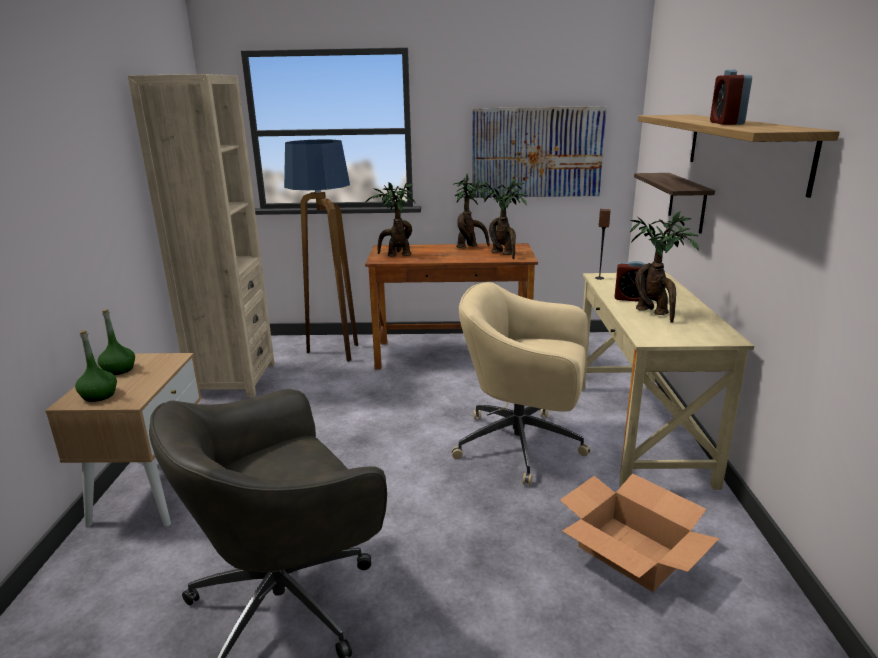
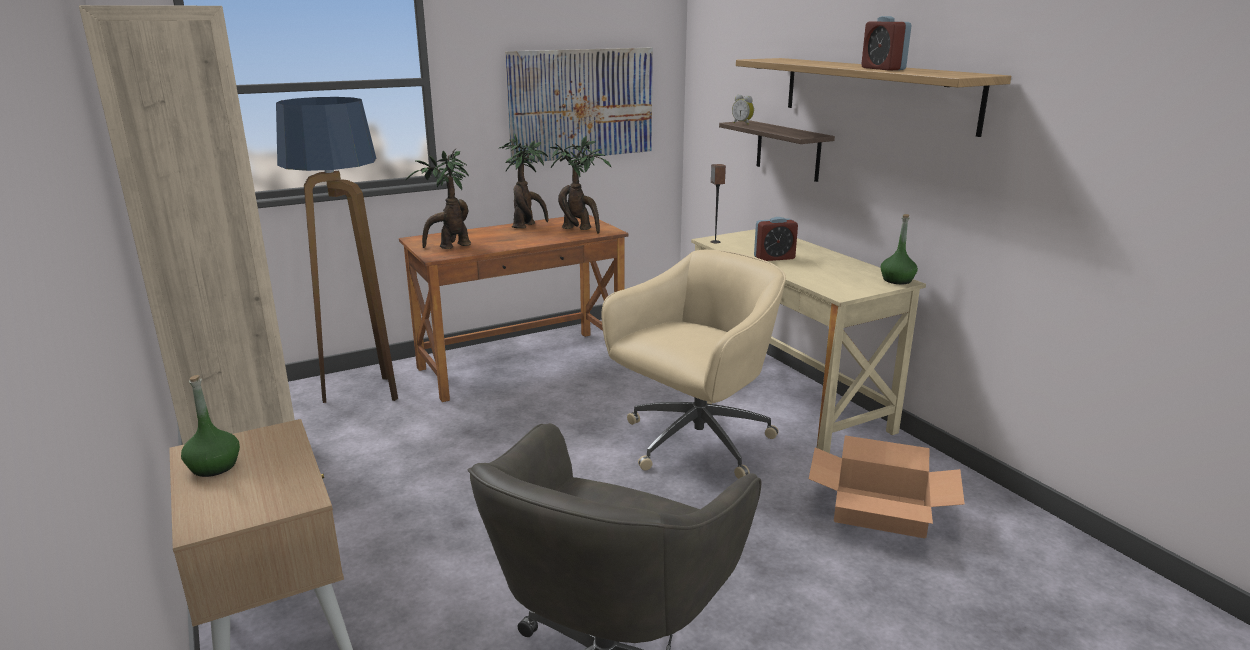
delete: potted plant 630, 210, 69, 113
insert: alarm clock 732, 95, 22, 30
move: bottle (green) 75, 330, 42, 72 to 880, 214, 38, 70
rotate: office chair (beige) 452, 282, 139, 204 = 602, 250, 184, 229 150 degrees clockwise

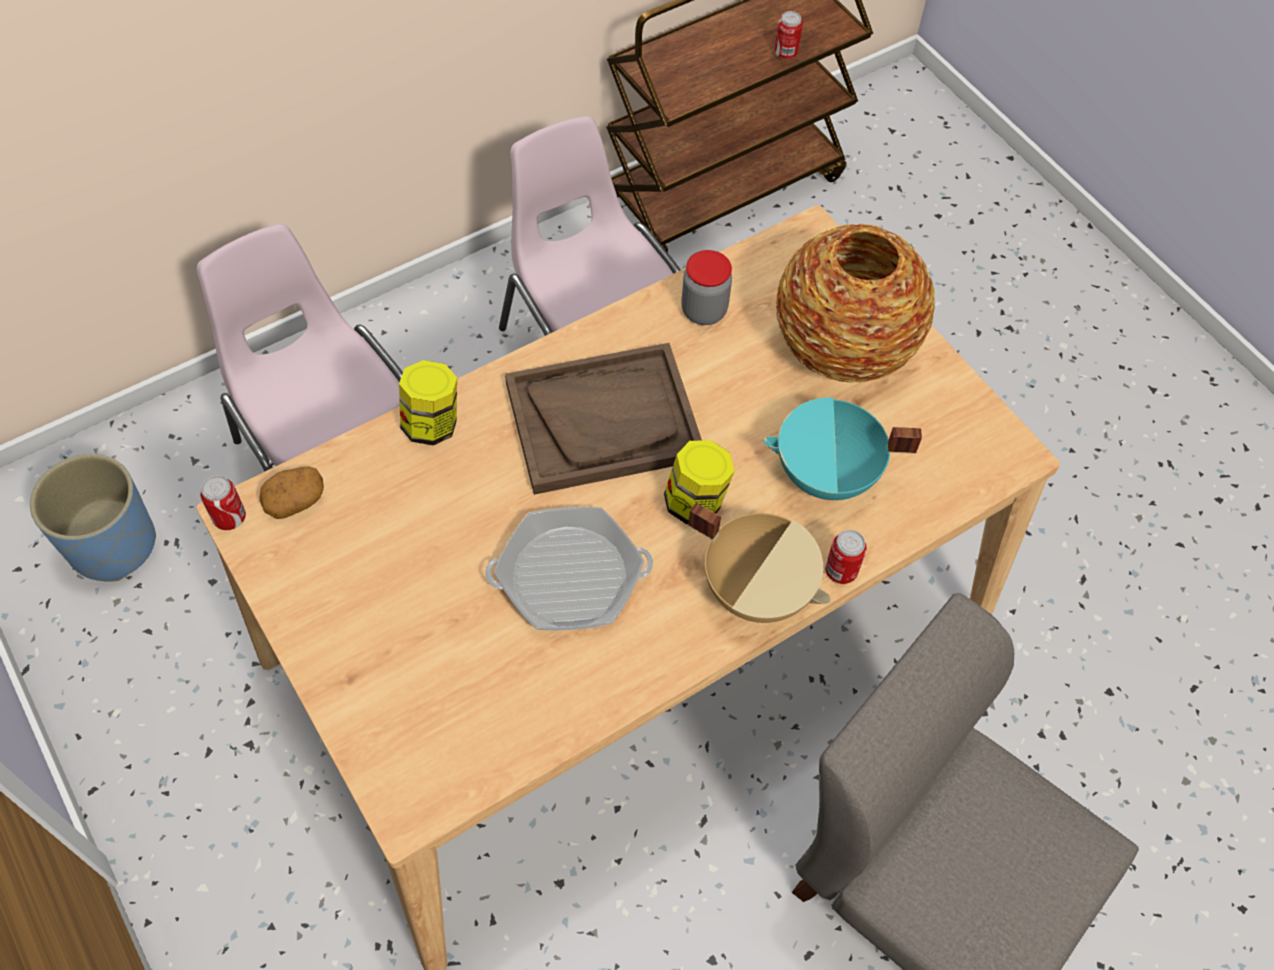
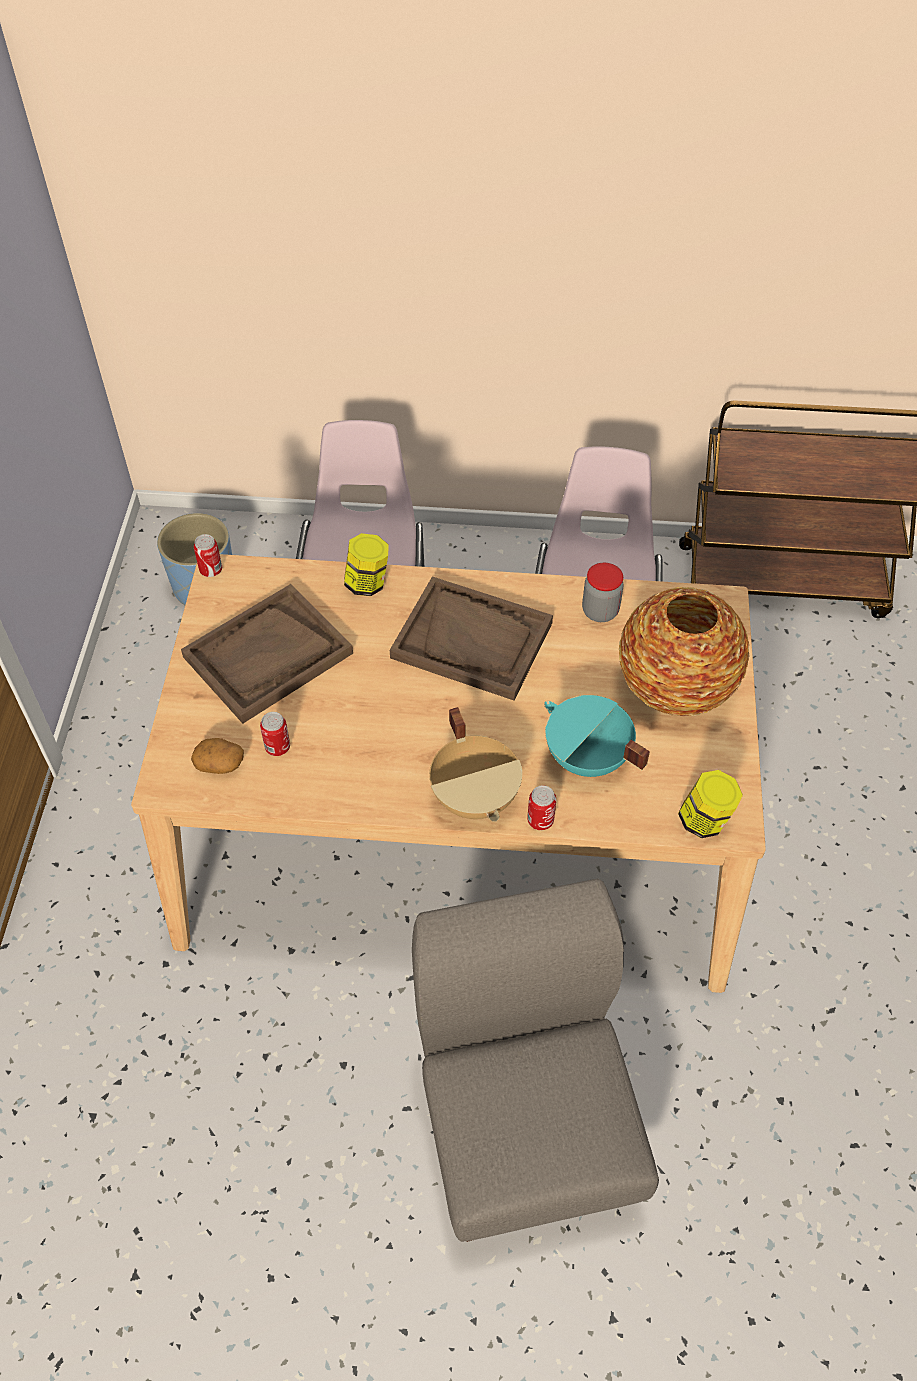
delete: frying pan 485, 507, 168, 124
insert: tray (brown) 181, 584, 172, 140
move: potato 259, 466, 65, 53 to 191, 738, 53, 36; jar 664, 440, 71, 84 to 678, 770, 65, 68; can 774, 11, 29, 49 to 260, 712, 30, 44

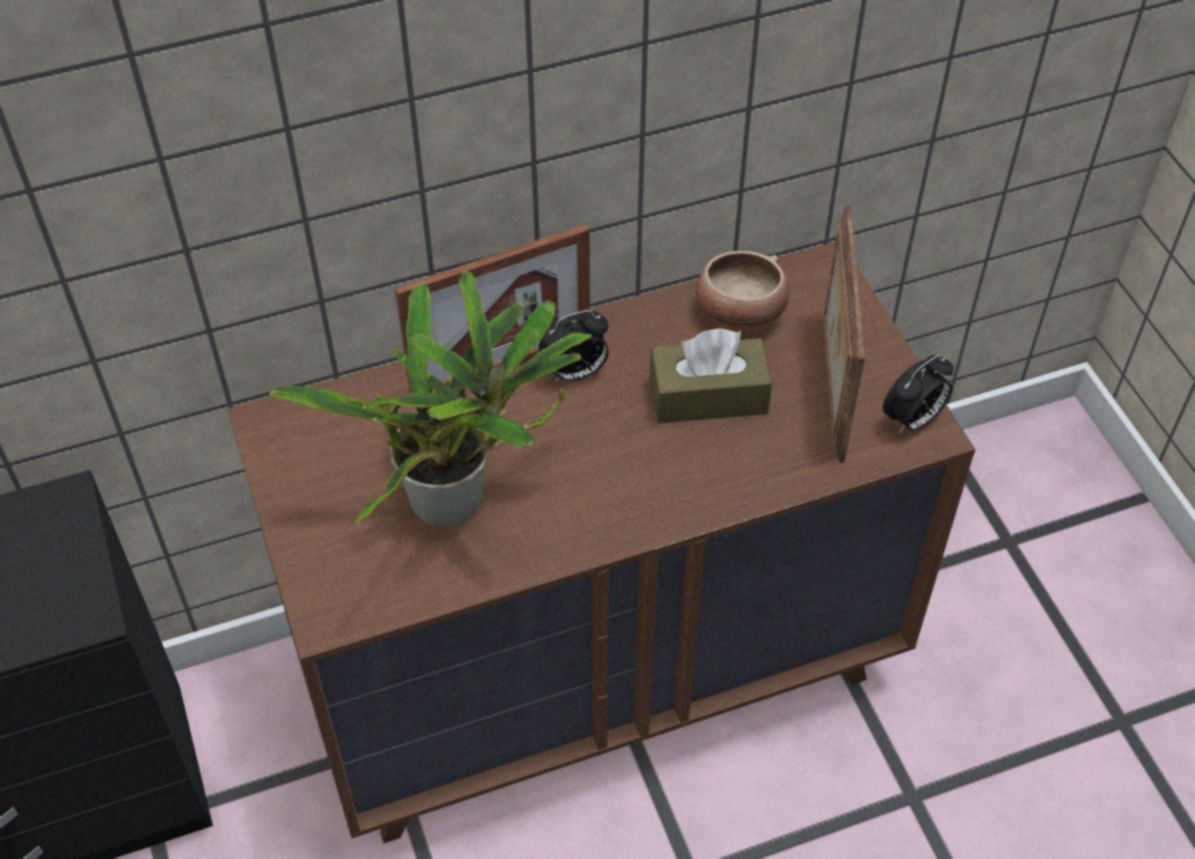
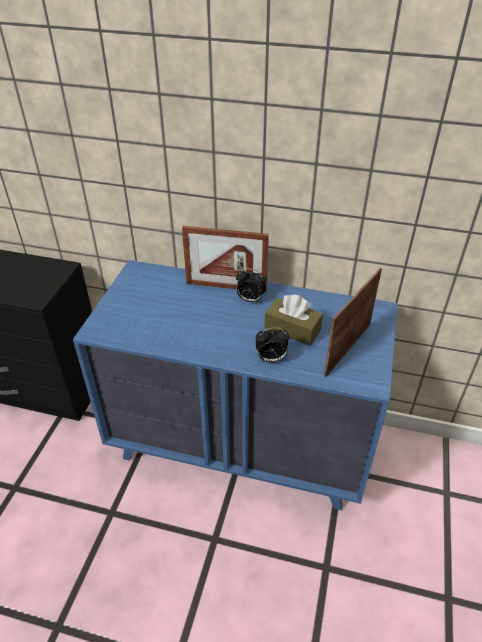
delete: potted plant 269, 271, 324, 257; bowl 696, 251, 93, 79
move: alarm clock 883, 355, 70, 79 to 255, 327, 35, 36
recolor: dresser (brown) 227, 242, 749, 601 to dresser (blue) 73, 260, 324, 250

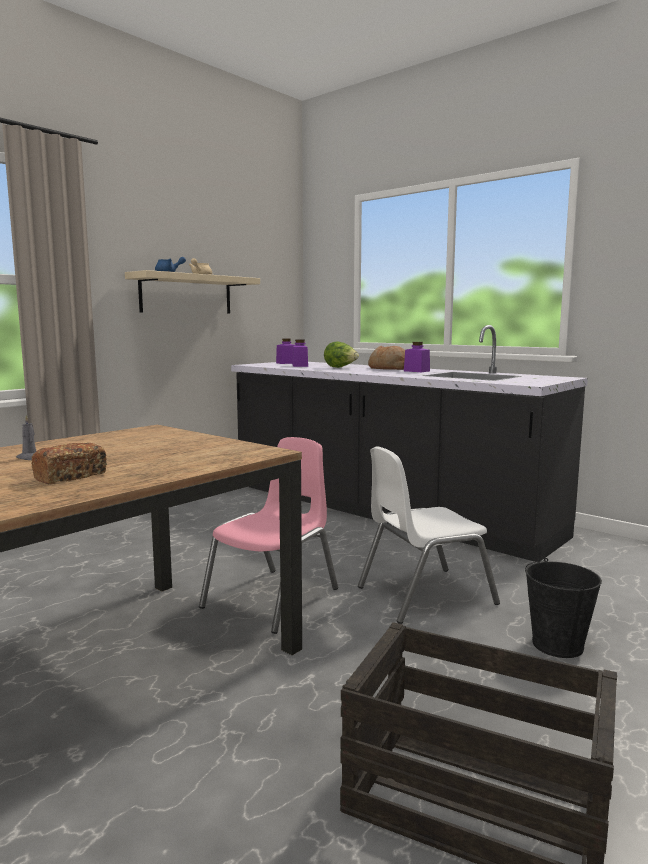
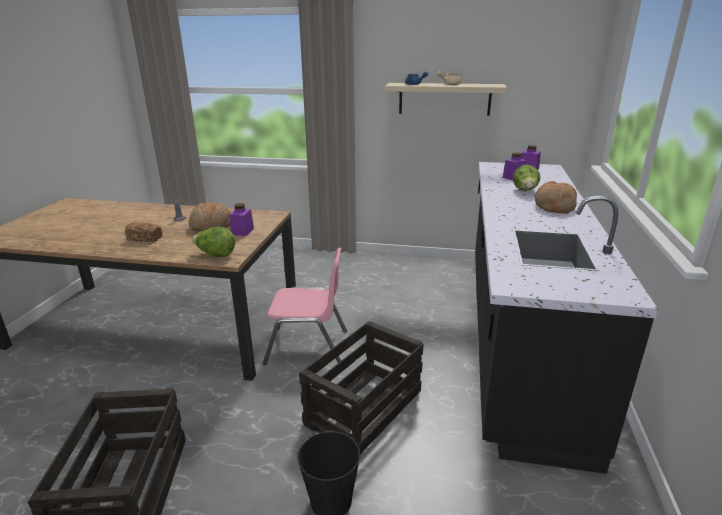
insert: bread 189, 203, 42, 28; lettuce 191, 226, 44, 31
move: jar (purple) 404, 342, 26, 30 to 229, 203, 25, 33
replace: chair (white) 358, 446, 142, 178 to crate 299, 321, 124, 133

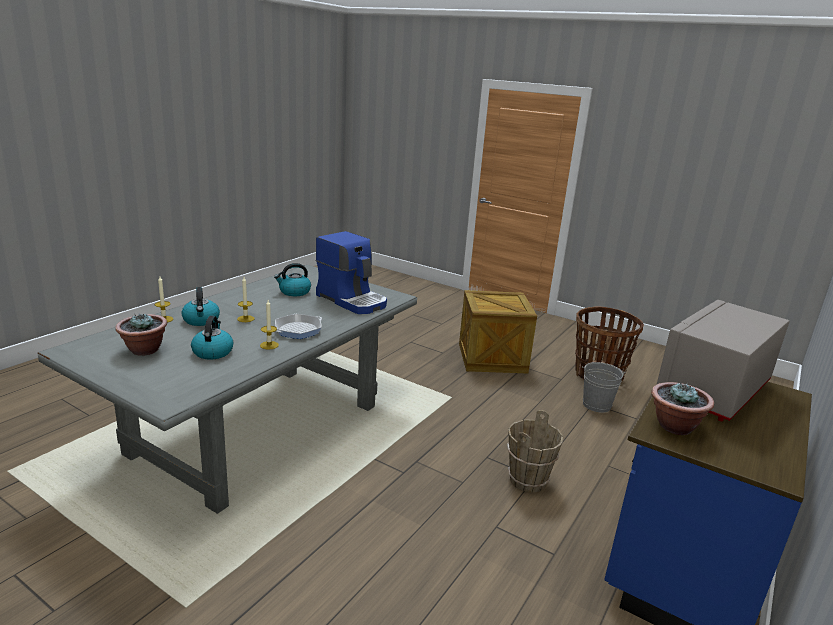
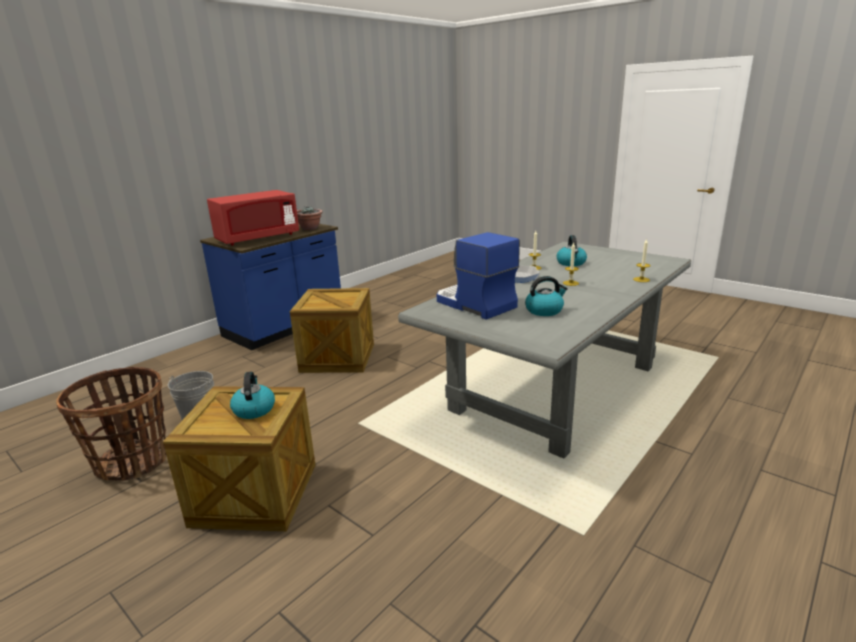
delete: potted plant 115, 313, 52, 43
move: kettle 181, 287, 39, 39 to 230, 372, 45, 47
replace: bucket (brown) 507, 410, 56, 83 to crate 290, 288, 84, 85
recolor: microwave (grey) 657, 300, 132, 121 to microwave (red) 207, 190, 92, 55

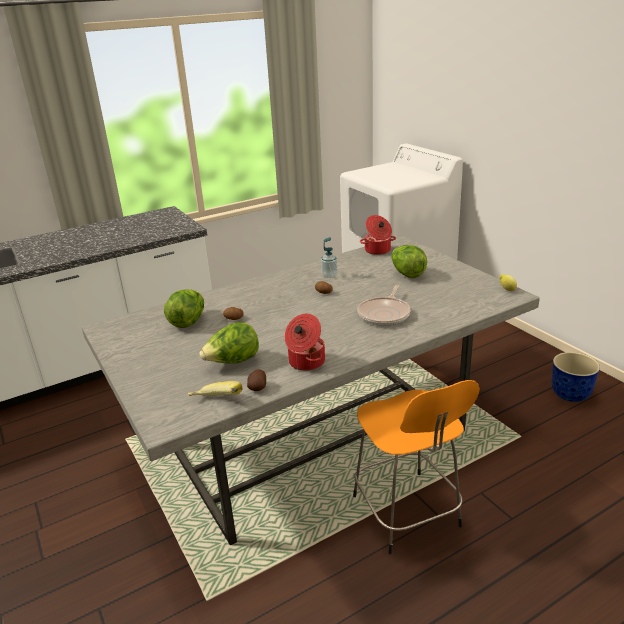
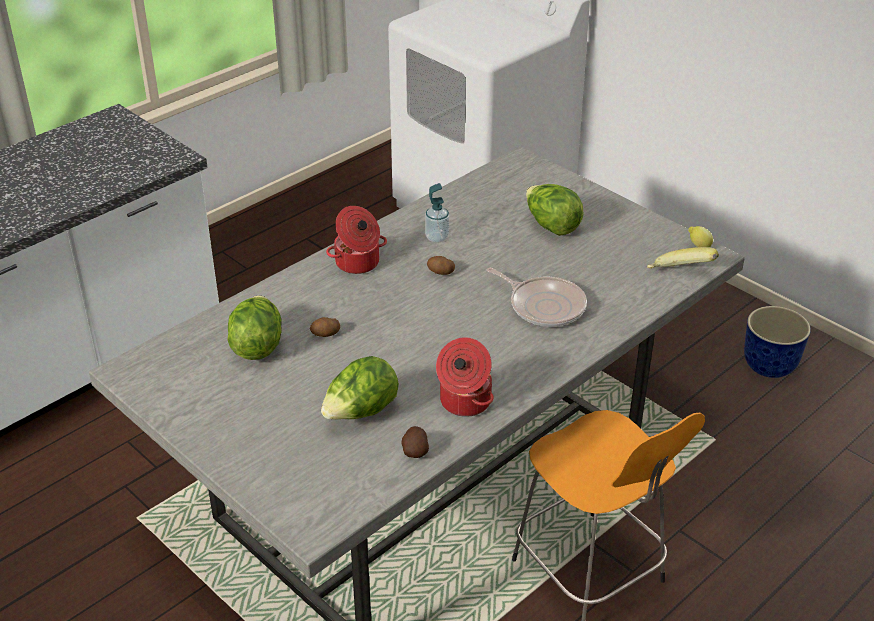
move: banana 188, 381, 55, 15 to 647, 247, 72, 22; cooking pot 360, 215, 36, 40 to 326, 206, 61, 68
rotate: frying pan 358, 285, 53, 41 = 487, 268, 100, 59 60 degrees counterclockwise

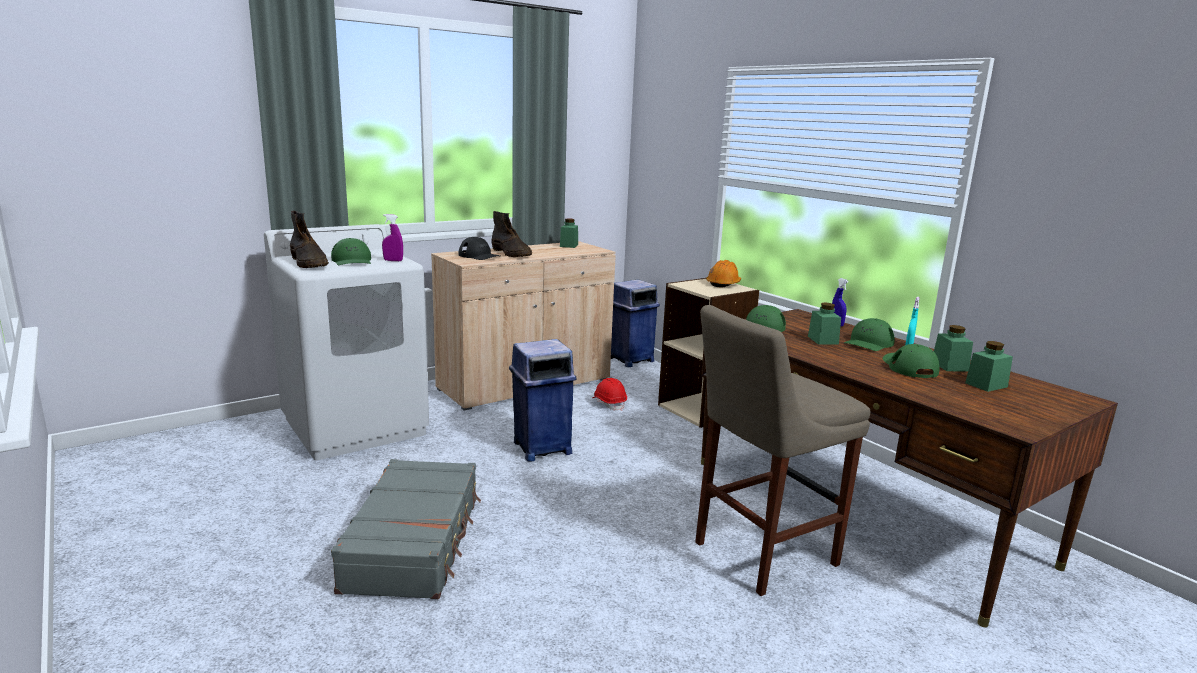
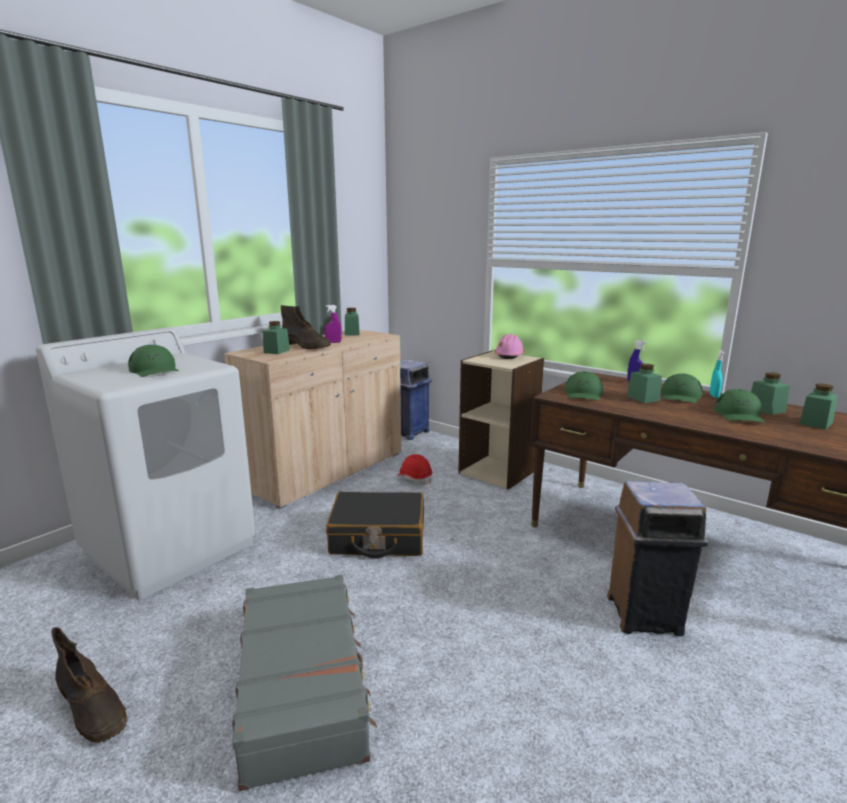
move: boot (brown) 290, 211, 39, 57 to 51, 627, 76, 116; spray bottle (purple) 382, 214, 21, 47 to 325, 305, 17, 38
replace: cap (black) 459, 237, 41, 23 to jar (green) 263, 321, 27, 33; trash can (blue) 509, 339, 67, 123 to suitcase (black) 326, 492, 98, 66; stool (beige) 695, 305, 175, 291 to trash can (brown) 607, 481, 101, 155
recolor: hard hat (orange) 706, 260, 35, 27 to hard hat (pink) 495, 334, 30, 25
rotate: cap (green) 883, 344, 57, 34 = 714, 389, 52, 34 150 degrees counterclockwise

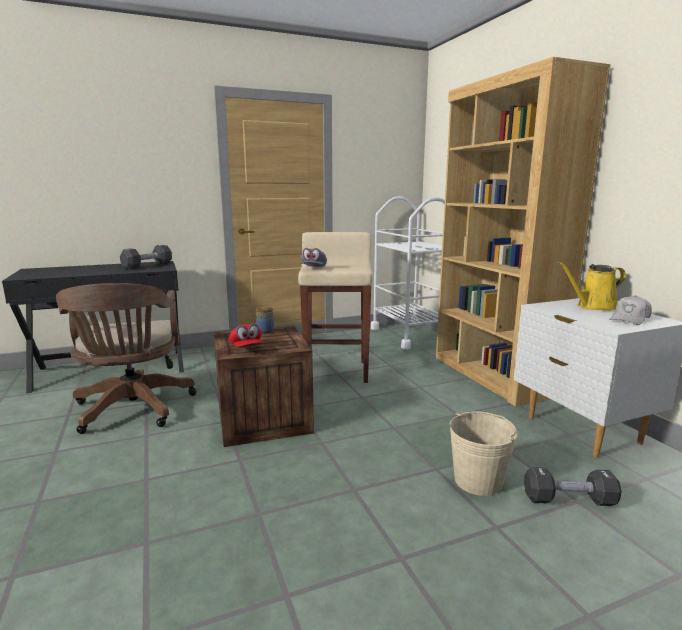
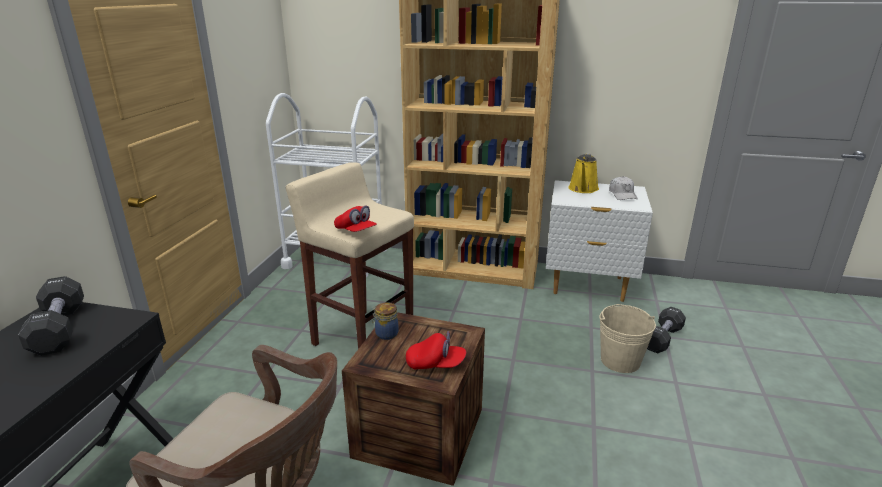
recolor: cap (grey) 300, 248, 27, 19 to cap (red) 334, 205, 43, 27

